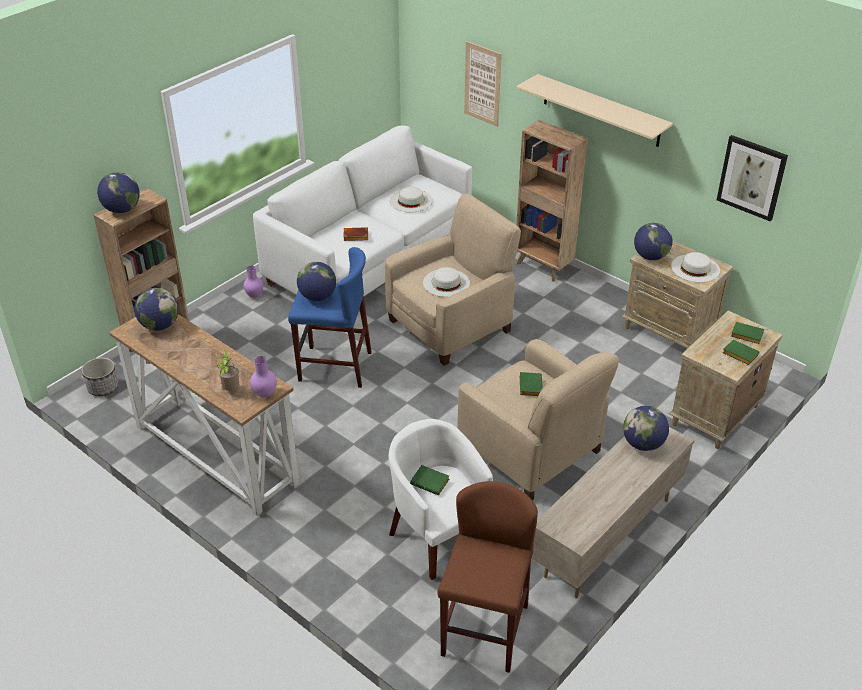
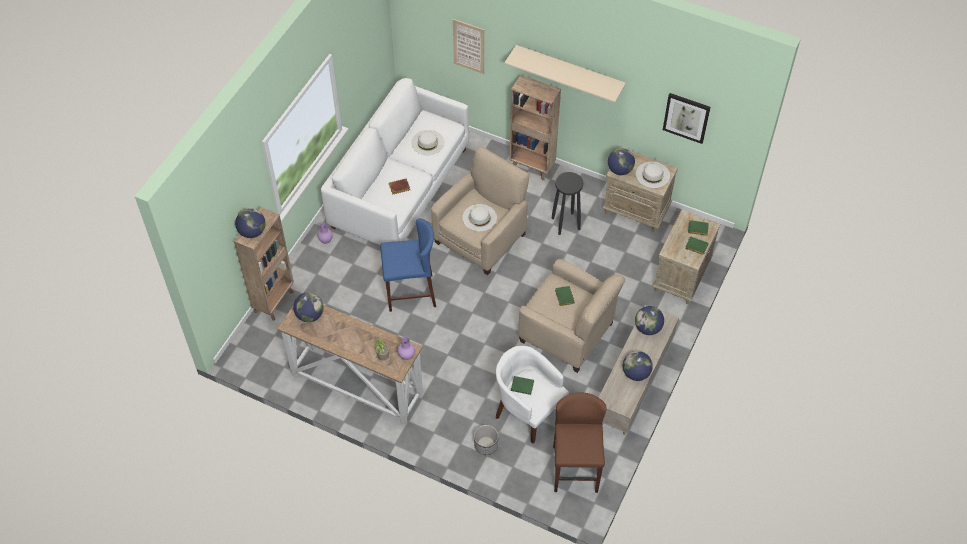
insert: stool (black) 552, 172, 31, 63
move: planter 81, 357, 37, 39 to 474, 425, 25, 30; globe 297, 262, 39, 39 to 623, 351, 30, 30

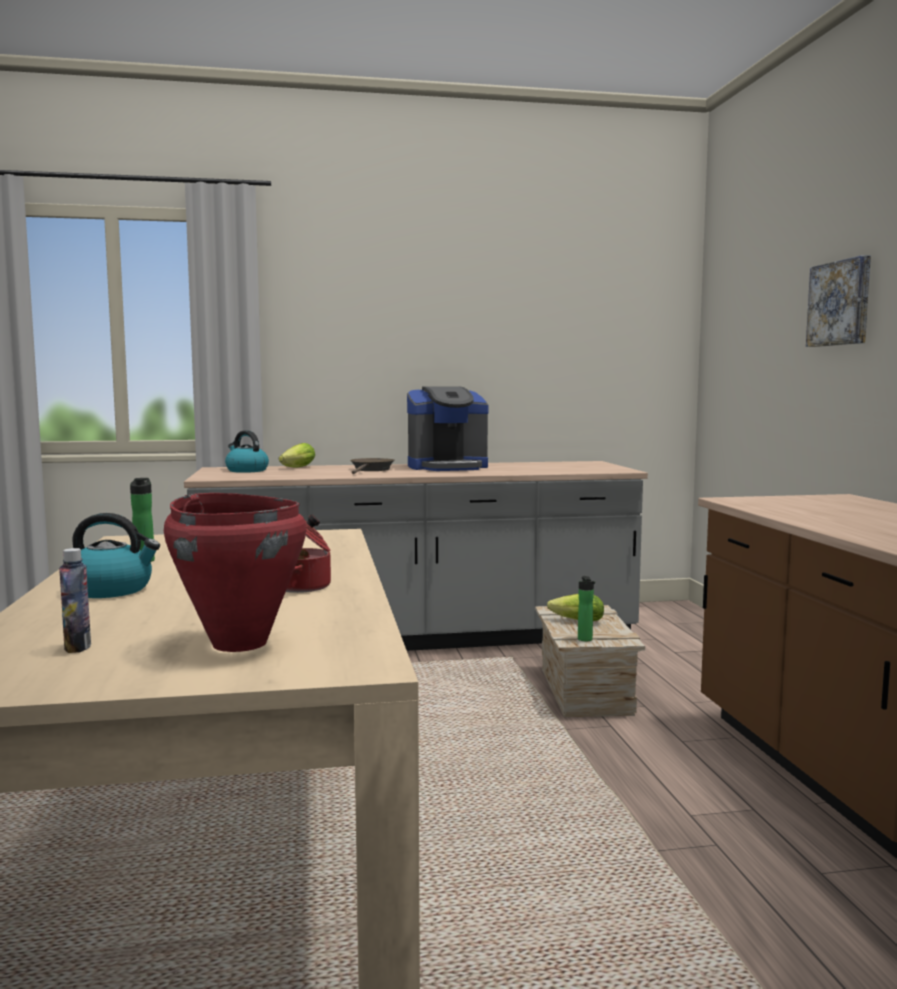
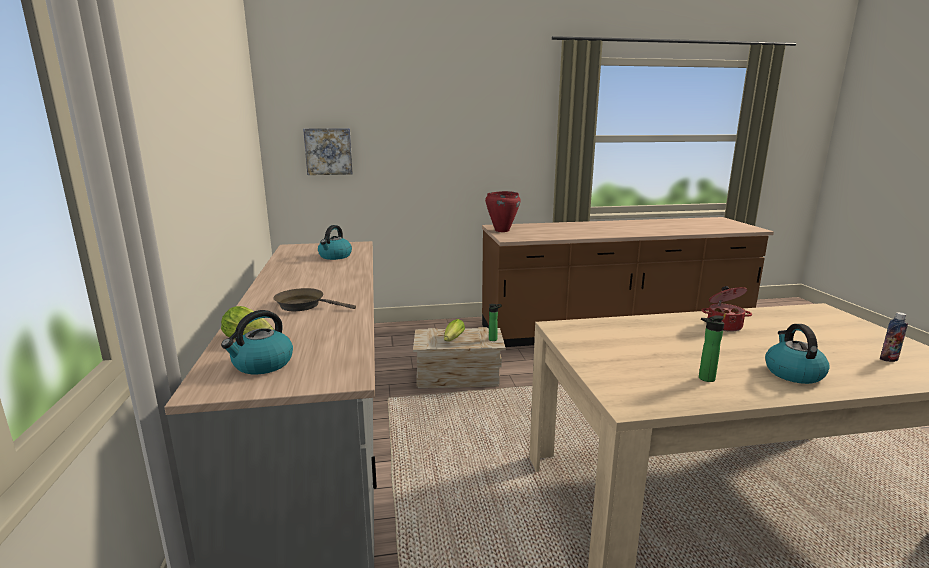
delete: coffee machine 407, 387, 81, 84
insert: kettle 318, 225, 34, 35
move: cooking pot (red) 164, 493, 142, 159 to 485, 191, 36, 41; picture 806, 255, 65, 92 to 303, 128, 50, 47

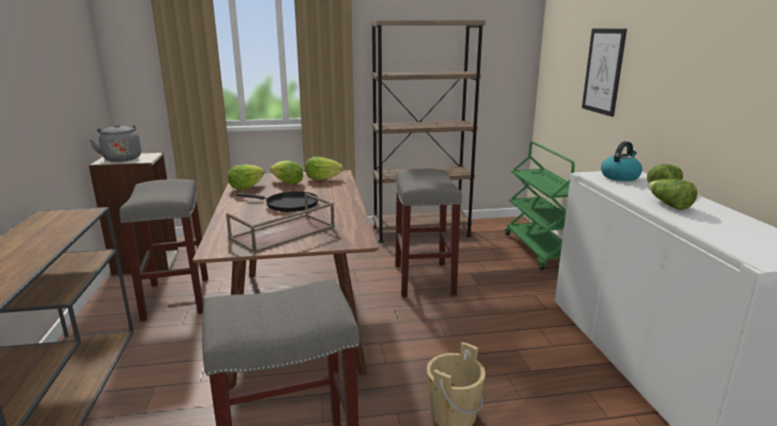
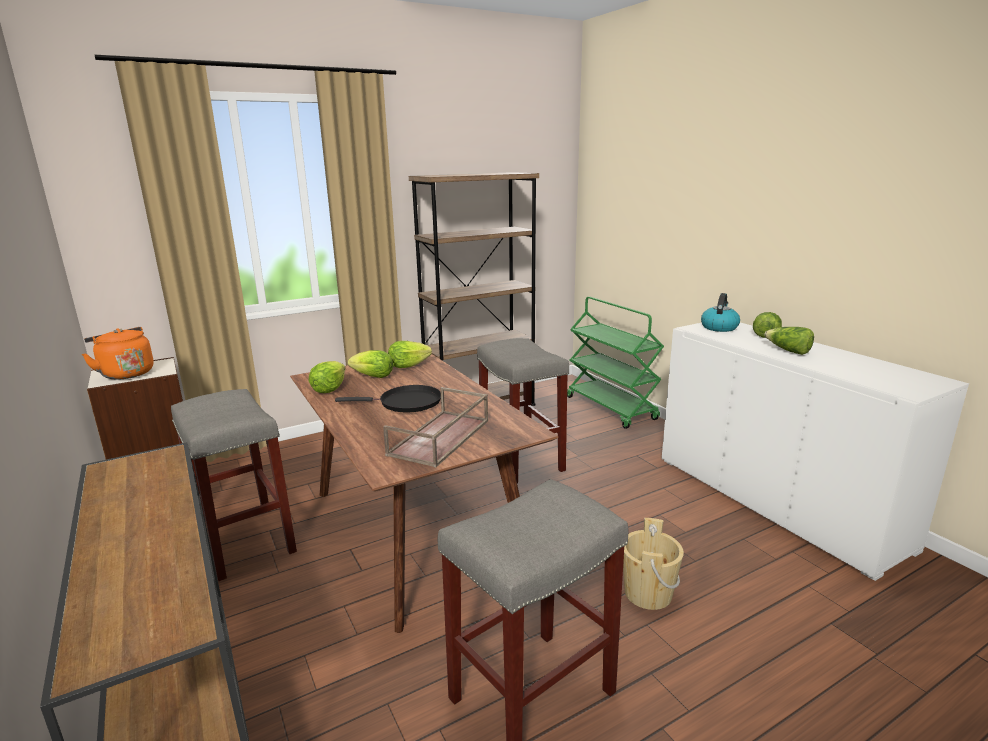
delete: picture 582, 29, 45, 88
recolor: kettle (grey) 90, 124, 51, 38 to kettle (orange) 82, 327, 71, 53

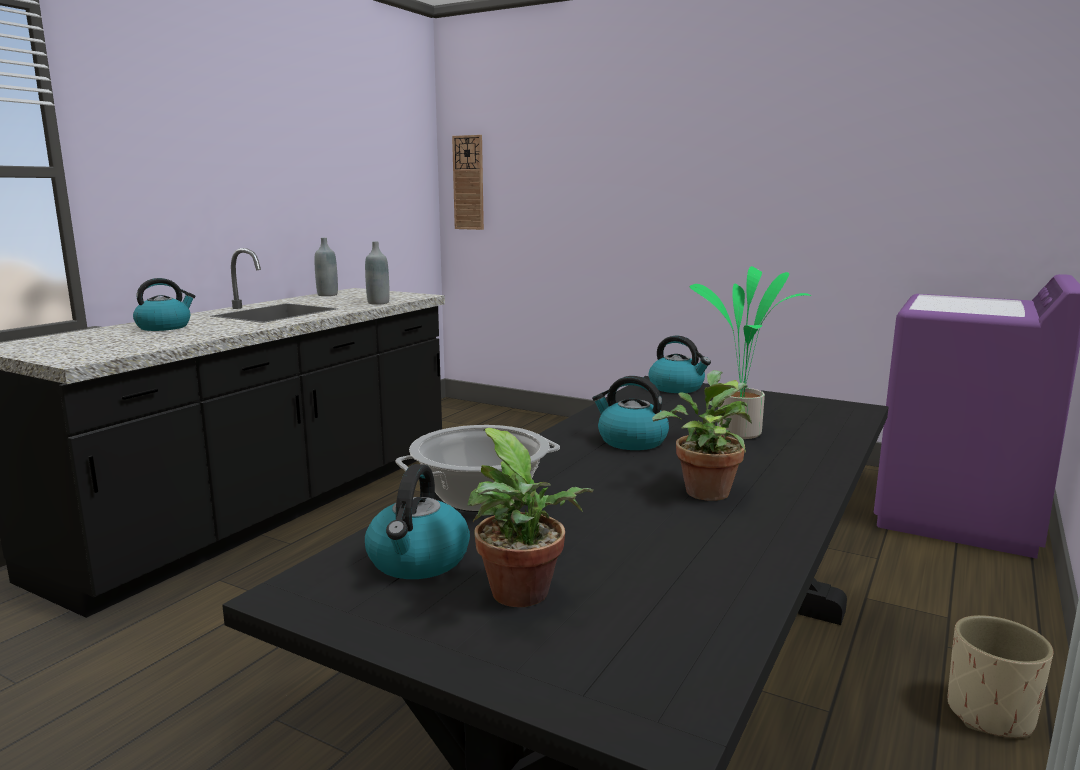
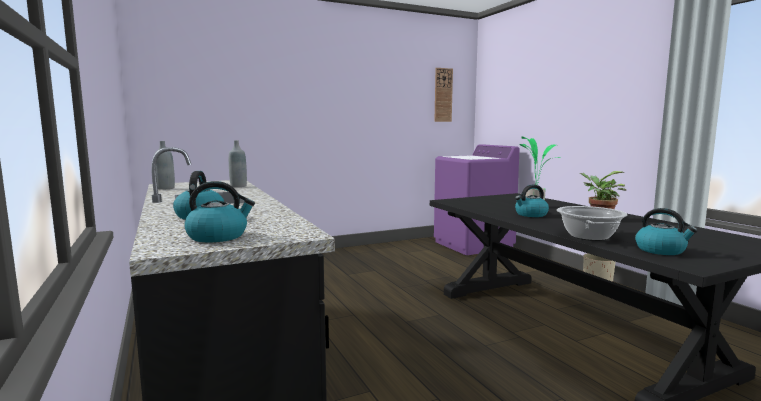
delete: potted plant 467, 428, 127, 179
move: wall clock 452, 135, 32, 95 to 434, 68, 19, 54; kettle 649, 335, 62, 58 to 185, 181, 70, 61

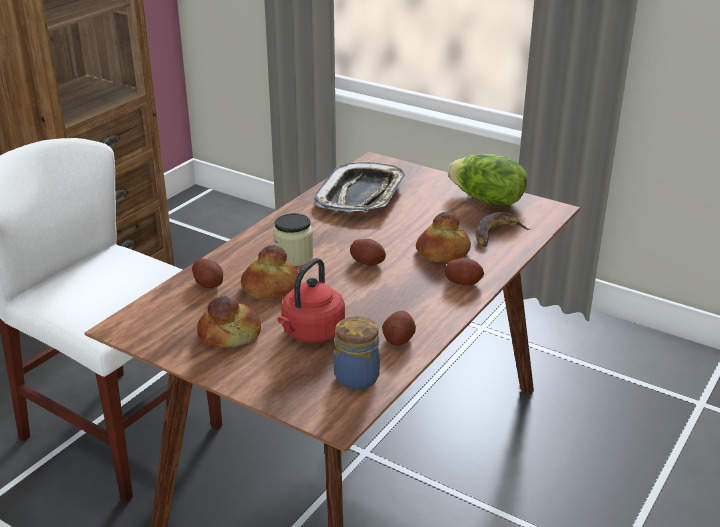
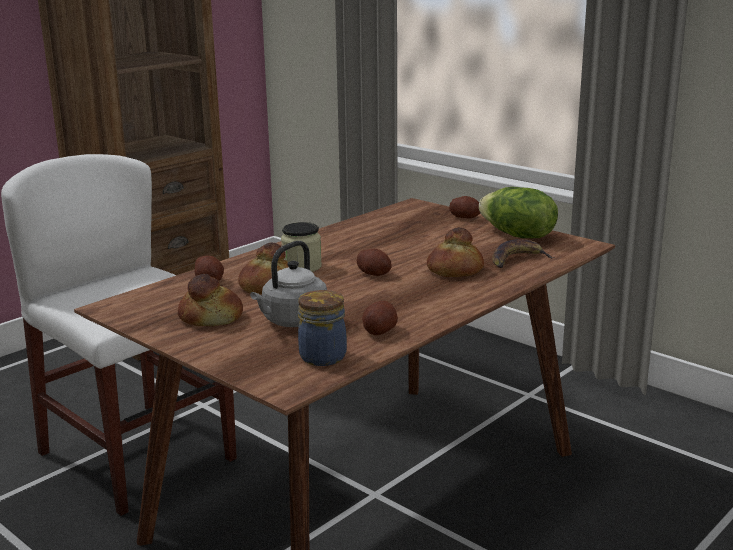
delete: tray 314, 162, 91, 50
move: potato 445, 258, 39, 28 to 449, 196, 31, 23
recolor: kettle (red) 277, 258, 68, 85 to kettle (grey) 250, 241, 77, 86

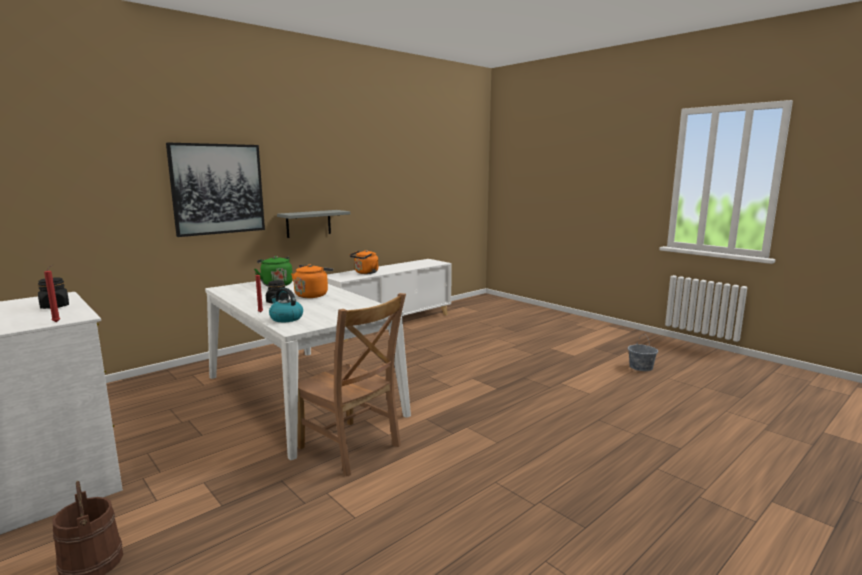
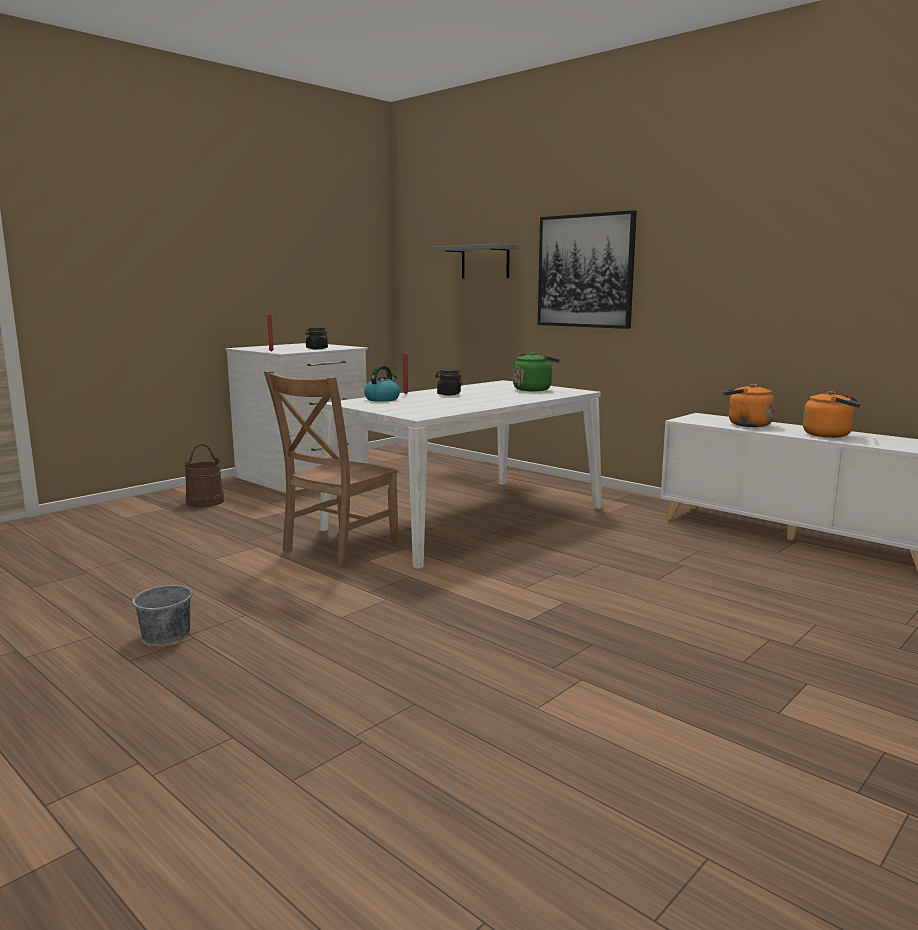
move: shelf (grey) 277, 210, 73, 28 to 433, 244, 86, 34; kettle (orange) 291, 264, 42, 34 to 803, 391, 58, 47; bucket (grey) 628, 337, 30, 34 to 132, 568, 61, 76

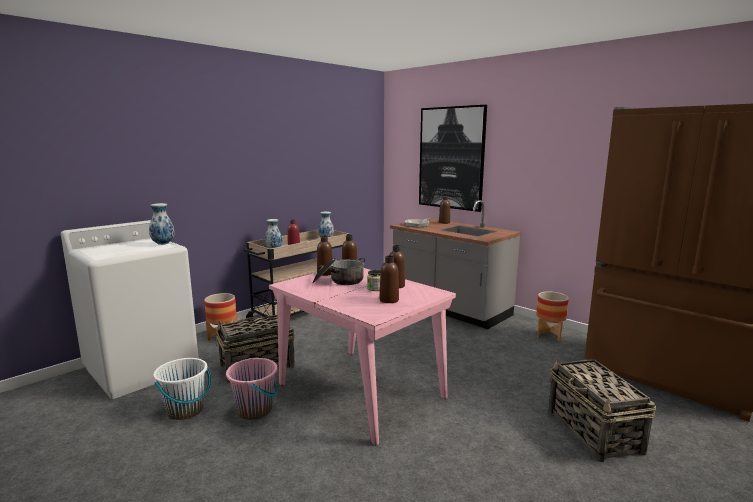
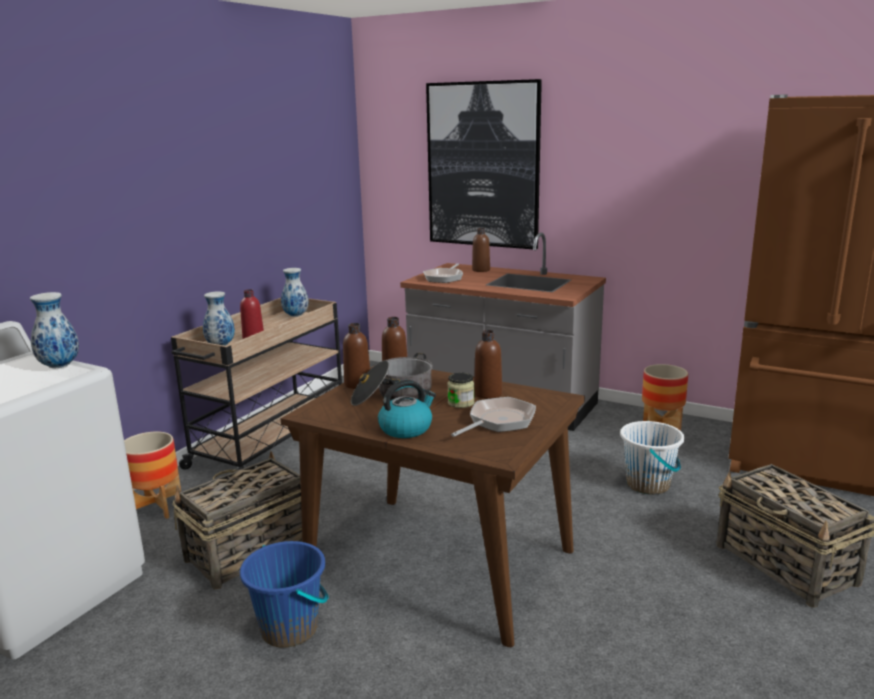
insert: kettle 378, 380, 58, 58
move: bucket (white) 153, 358, 58, 62 to 620, 421, 64, 74
replace: bottle (brown) 379, 256, 20, 47 to frying pan 451, 397, 85, 40
recolor: bucket (pink) 226, 358, 52, 62 to bucket (blue) 240, 541, 89, 107; dining table (pink) 269, 268, 187, 177 to dining table (brown) 281, 365, 304, 282

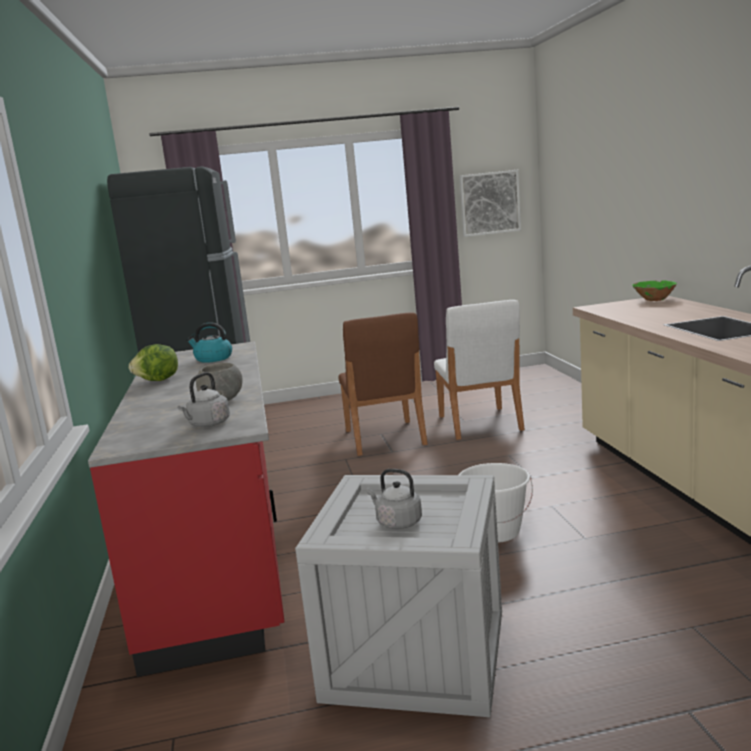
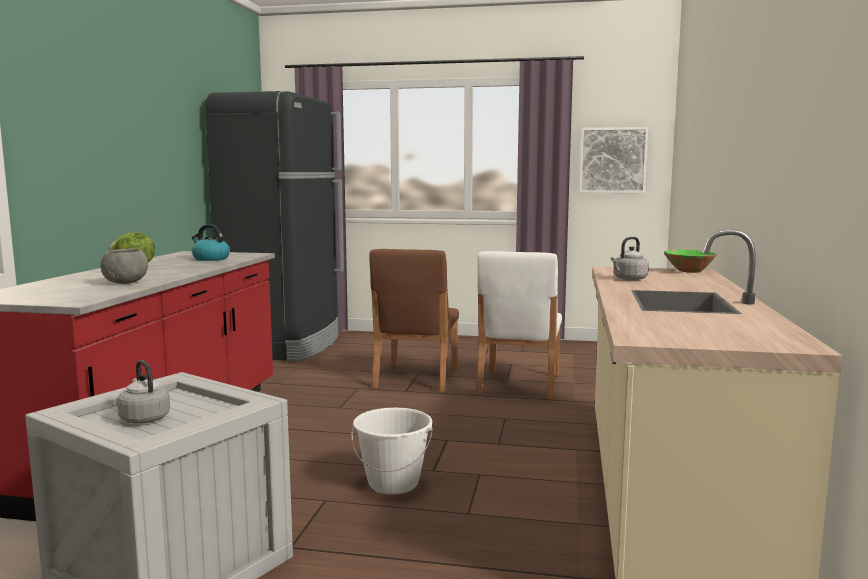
move: kettle (grey) 178, 372, 52, 55 to 611, 237, 38, 43

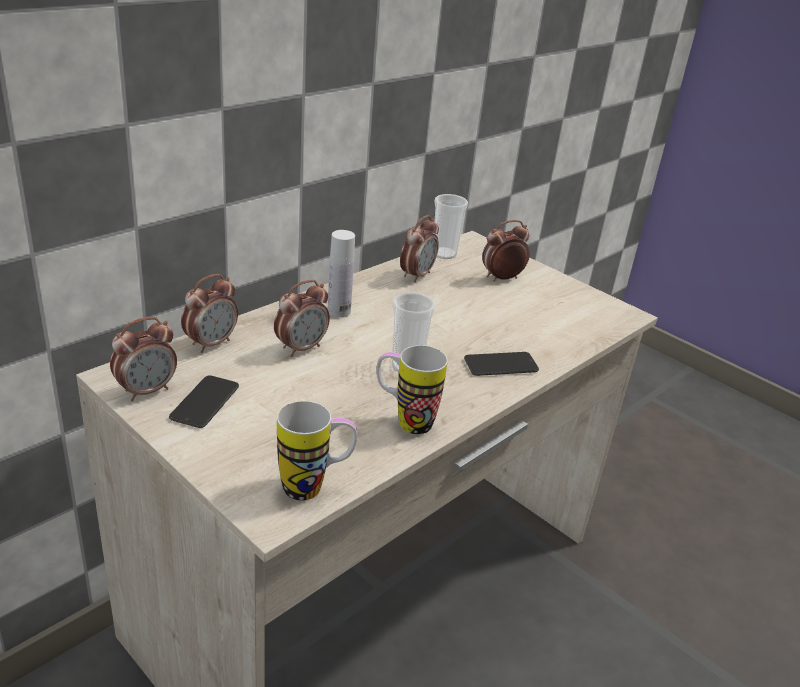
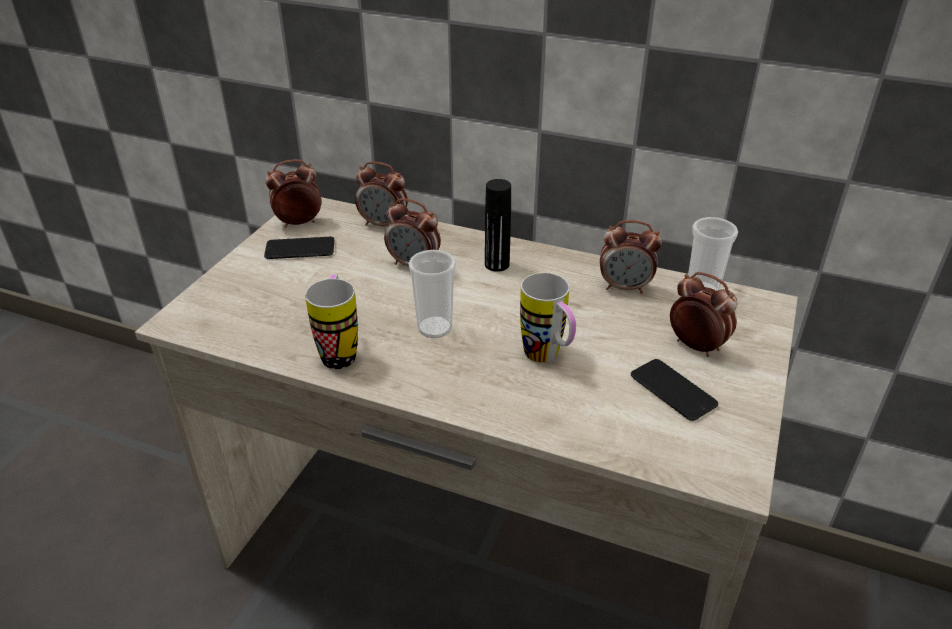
move: mug 277, 401, 80, 100 to 520, 273, 56, 89; phone 464, 352, 75, 24 to 631, 359, 87, 62
recolor: bottle (white) 328, 230, 27, 88 to bottle (black) 485, 179, 26, 93
rotate: alarm clock 110, 317, 67, 84 = 265, 159, 56, 68 135 degrees clockwise

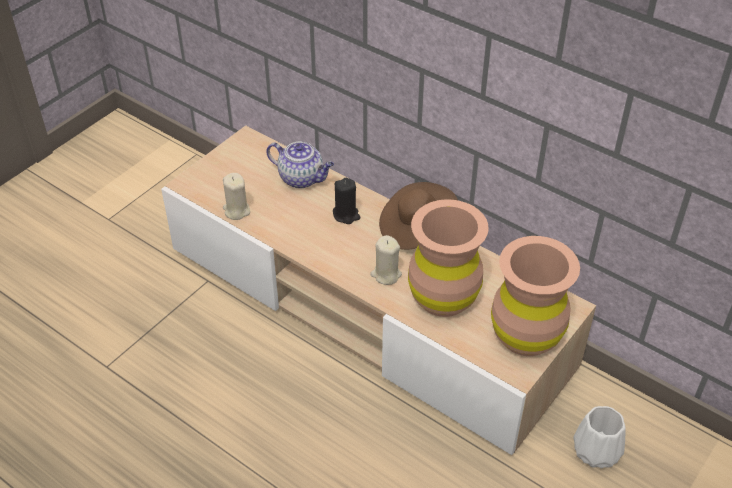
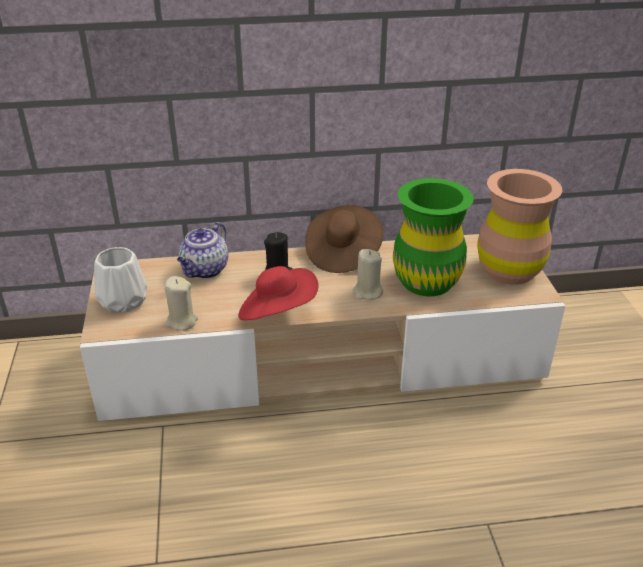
insert: hat (red) 238, 266, 81, 54
move: vase (white) 573, 406, 53, 62 to 94, 247, 53, 66
recolor: vase (brown) 408, 199, 81, 118 to vase (green) 393, 178, 81, 118
rotate: teapot 266, 142, 68, 47 = 177, 222, 51, 57 135 degrees clockwise

